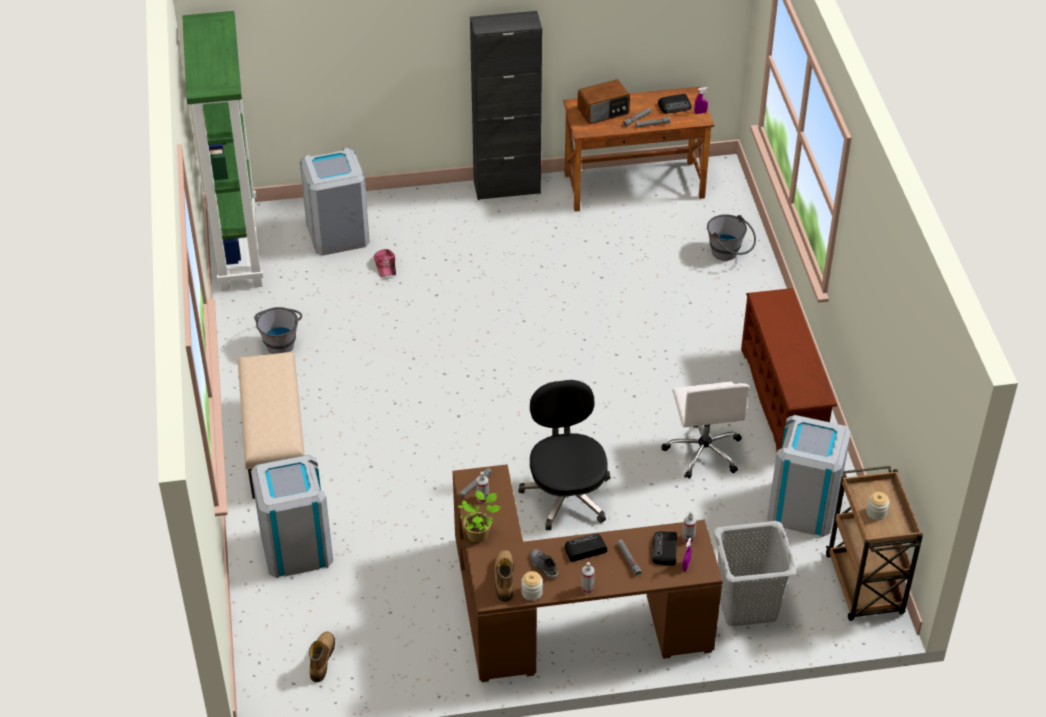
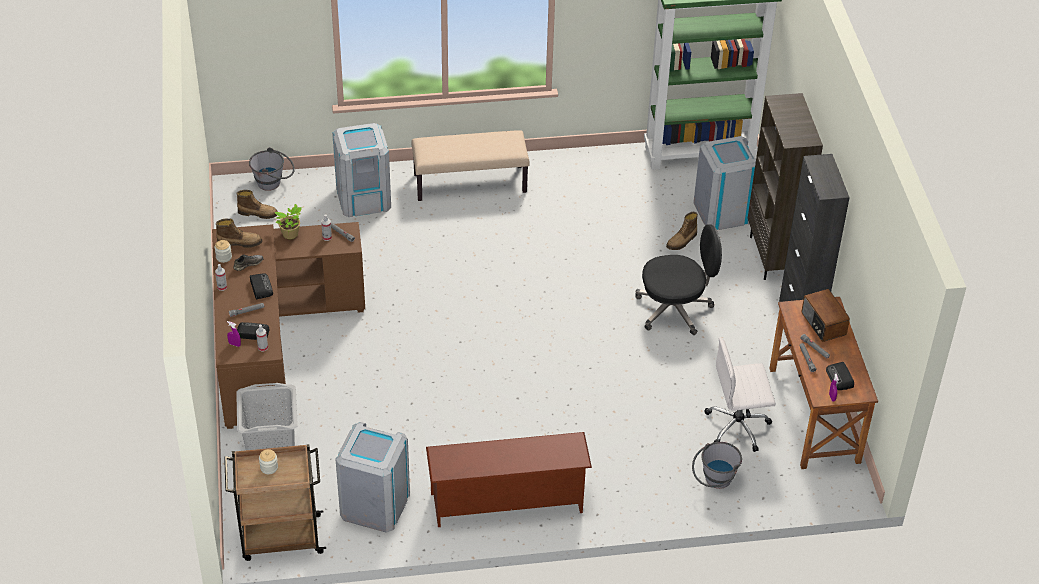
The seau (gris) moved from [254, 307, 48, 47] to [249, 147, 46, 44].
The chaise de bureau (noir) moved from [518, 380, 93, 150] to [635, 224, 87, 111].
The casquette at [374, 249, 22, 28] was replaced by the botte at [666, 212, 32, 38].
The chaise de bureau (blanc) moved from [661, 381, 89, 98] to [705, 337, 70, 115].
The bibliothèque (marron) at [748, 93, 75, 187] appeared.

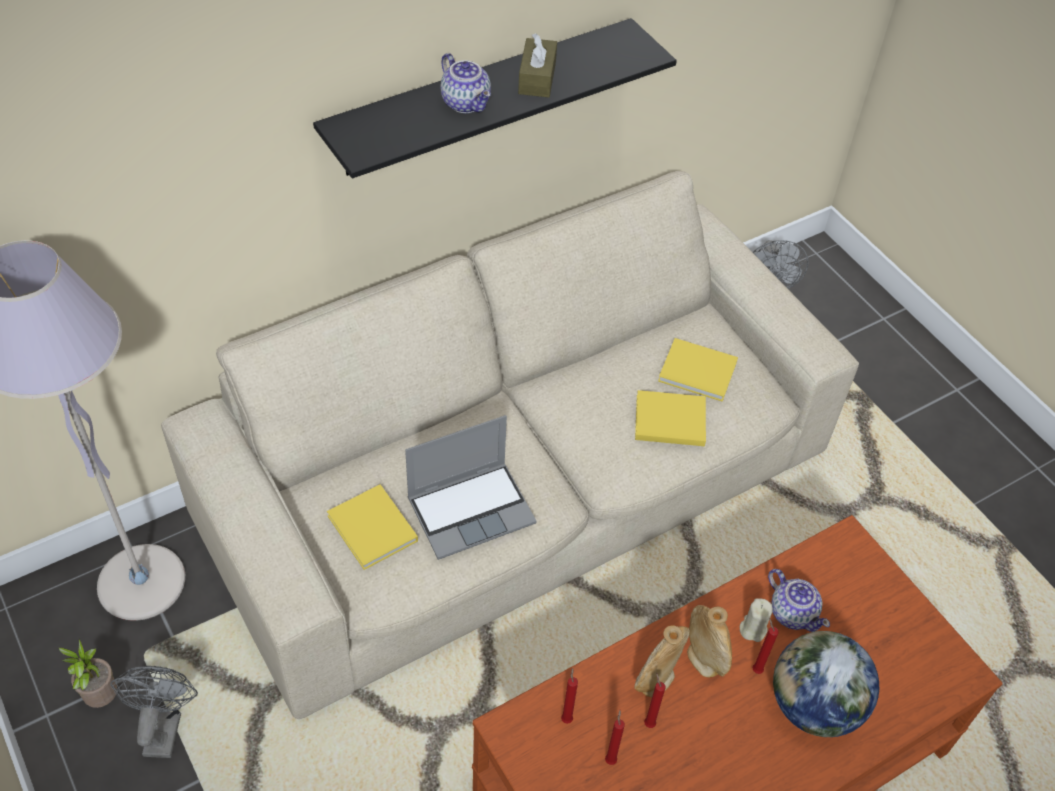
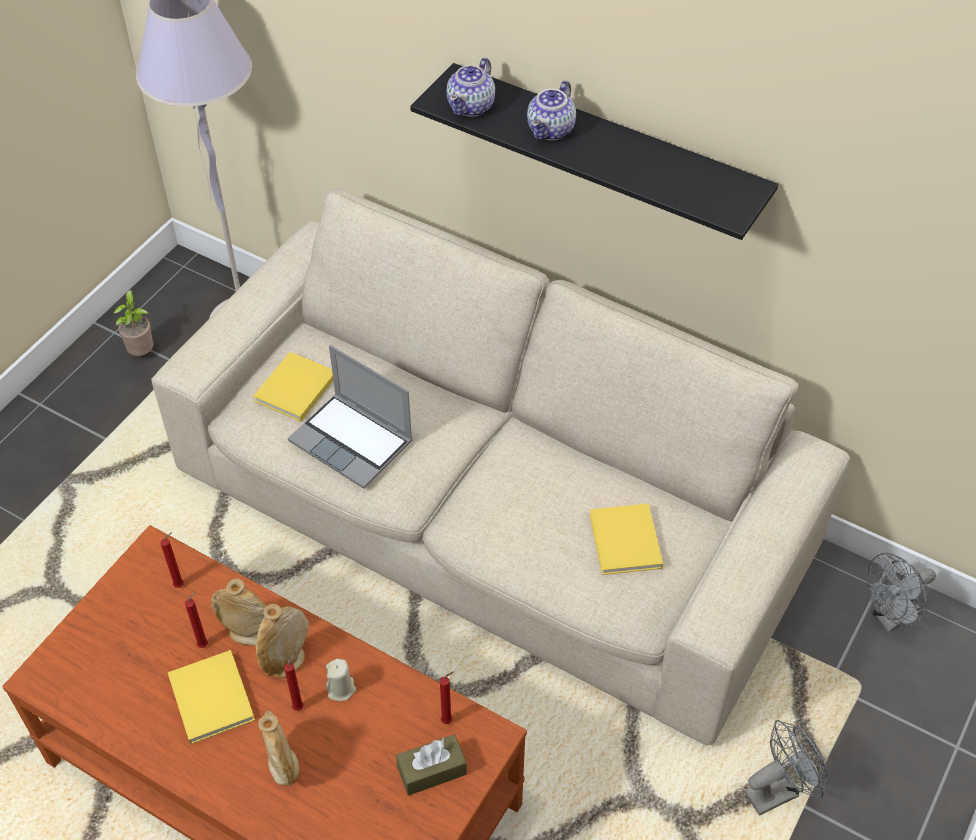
The livre (jaune) moved from [635, 390, 71, 56] to [168, 650, 87, 94].
The globe at [773, 631, 106, 106] was replaced by the vase (beige) at [258, 710, 42, 76].
The boîte à mouchoirs (marron) moved from [518, 33, 39, 64] to [396, 734, 71, 62].
The bougie (rouge) moved from [605, 710, 20, 55] to [440, 672, 13, 52].
The théière moved from [768, 569, 62, 63] to [446, 58, 49, 59].
The ventilateur (gris) moved from [110, 666, 88, 92] to [744, 720, 83, 96].

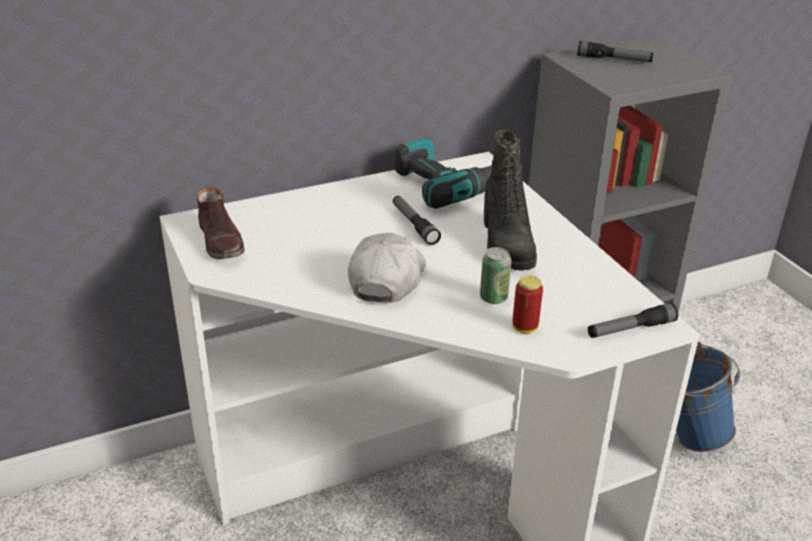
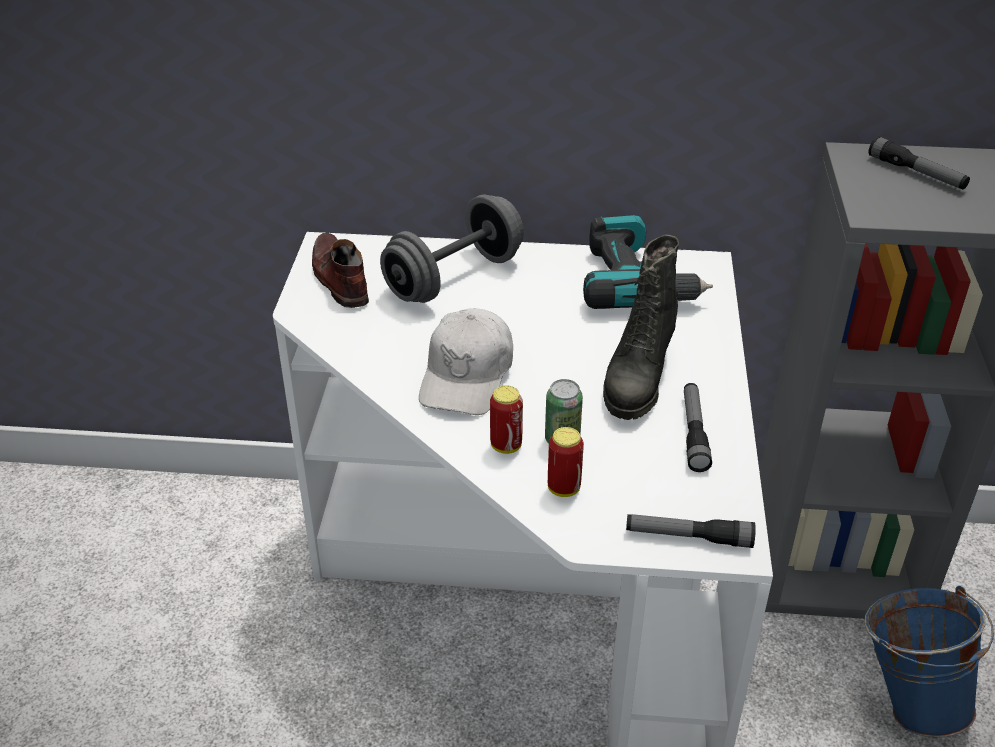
The chaussure (marron) at [197, 187, 48, 72] turned 150 degrees clockwise.
The haltère (gris) at [380, 194, 144, 109] appeared.
The casquette (blanc) at [348, 233, 78, 69] turned 150 degrees clockwise.
The boîte métallique at [490, 385, 33, 69] appeared.
The lampe de poche moved from [393, 196, 48, 49] to [684, 383, 28, 89].

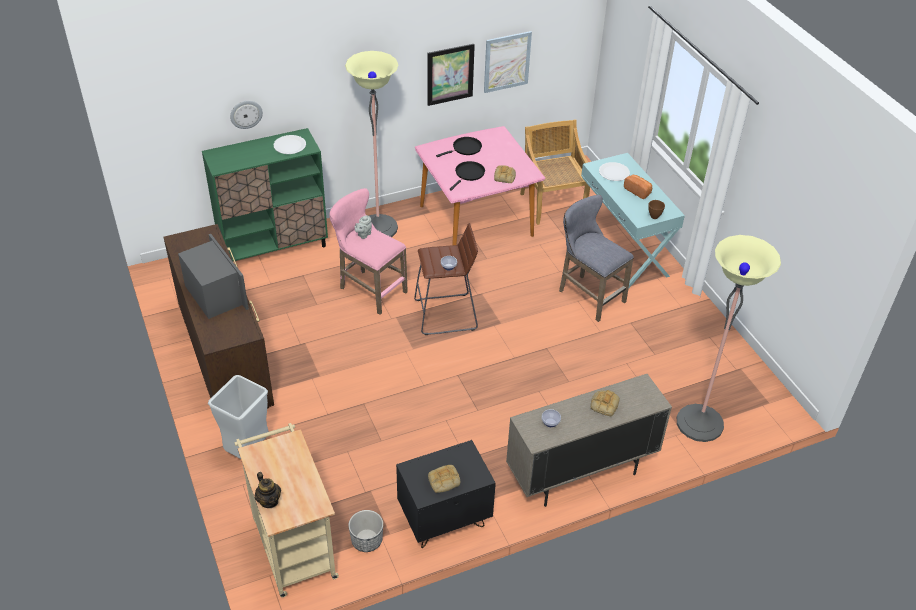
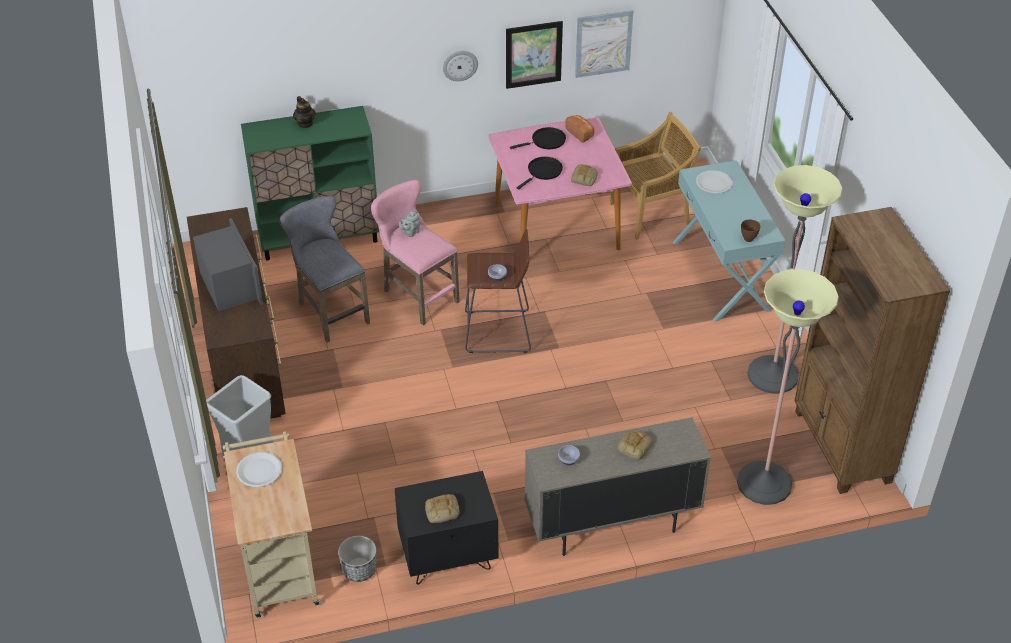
The assiette (blanc) moved from [274, 135, 32, 19] to [236, 452, 46, 35].
The tabouret (gris) moved from [559, 195, 75, 127] to [279, 196, 91, 147].
The théière moved from [255, 472, 26, 36] to [293, 96, 23, 32].
The horloge murale moved from [230, 101, 33, 28] to [443, 51, 35, 30].
The pain moved from [624, 175, 28, 24] to [565, 115, 29, 27].
The chaise (beige) at [520, 119, 70, 106] turned 75 degrees clockwise.
The lampadaire moved from [345, 51, 53, 186] to [747, 165, 96, 229].
The bibliothèque (marron) at [794, 207, 156, 287] appeared.

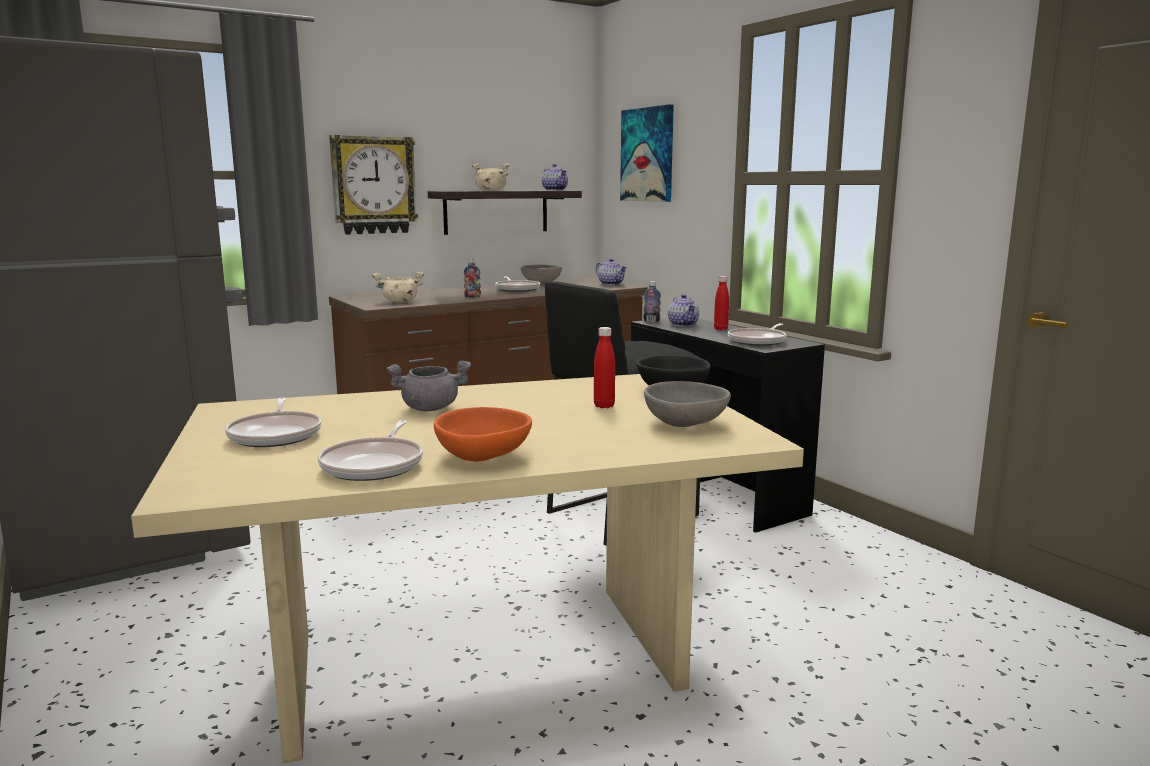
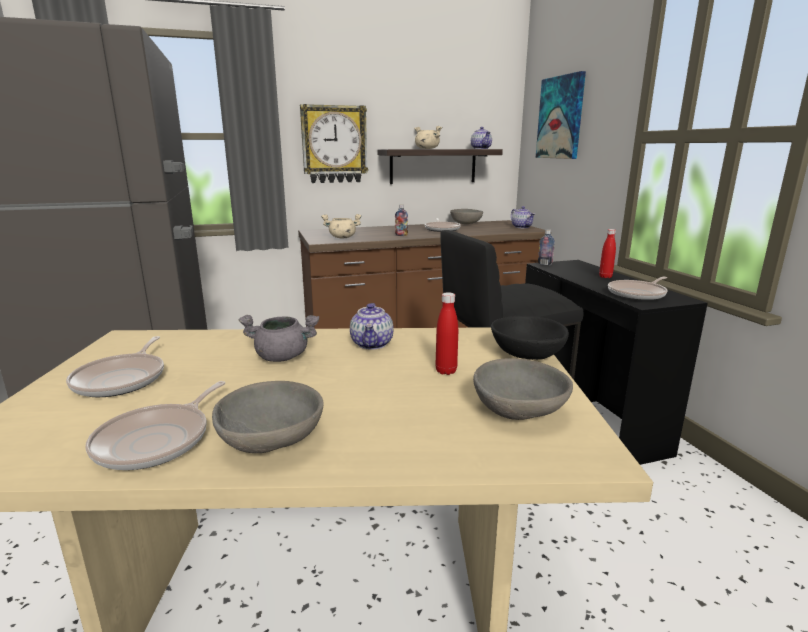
The bol (orange) at [434, 407, 98, 54] became the bol (gris) at [212, 381, 111, 72].
The théière moved from [668, 294, 31, 32] to [350, 303, 43, 46].

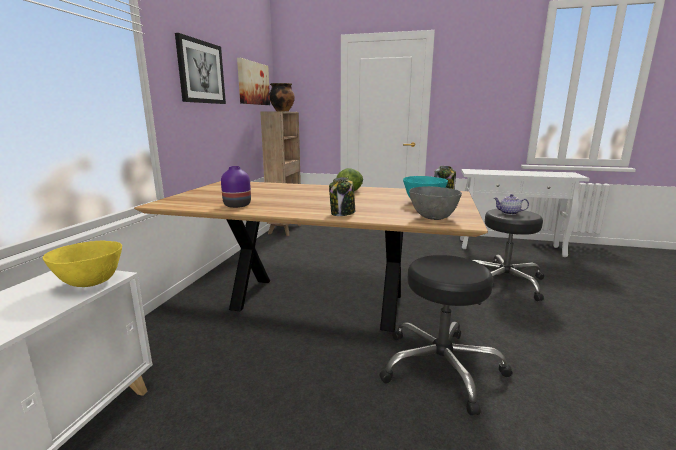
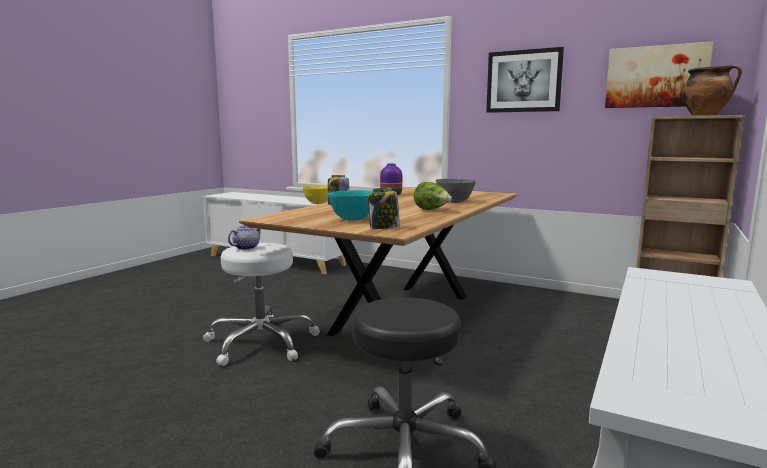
The tabouret (noir) at [379, 255, 134, 160] became the tabouret (blanc) at [203, 243, 117, 123].
The théière moved from [494, 194, 35, 21] to [228, 225, 33, 25].
The bol (gris) moved from [409, 186, 53, 34] to [436, 179, 40, 24].

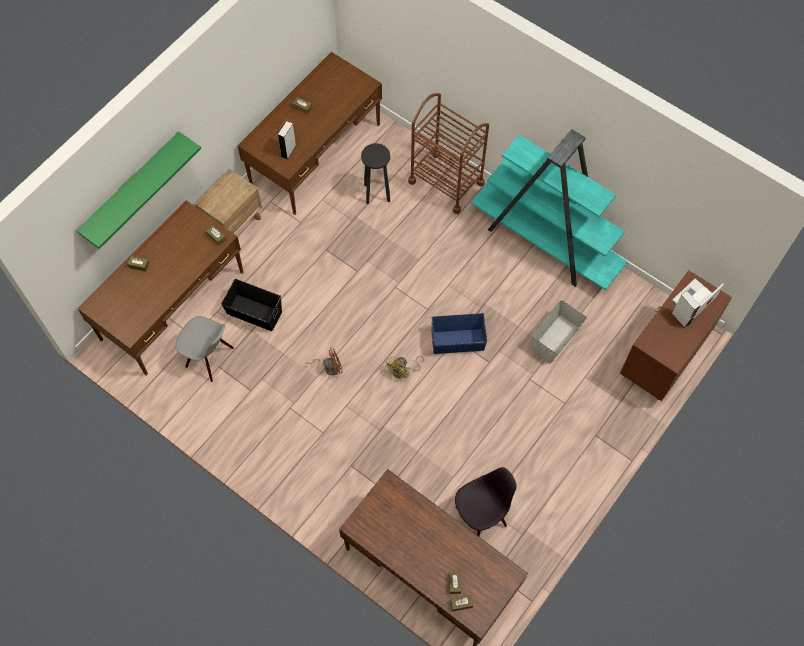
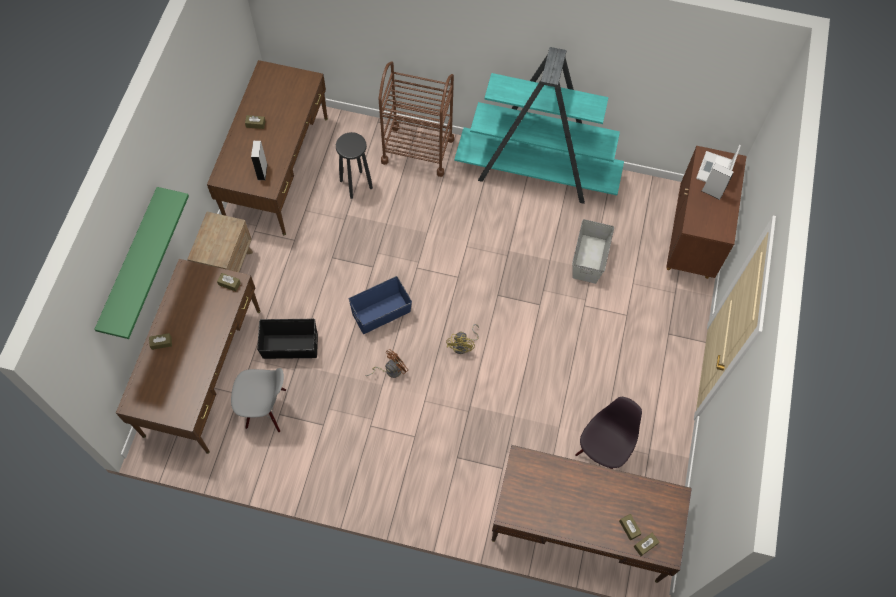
The boîte de rangement (bleu) moved from [432, 313, 55, 41] to [348, 276, 64, 58].

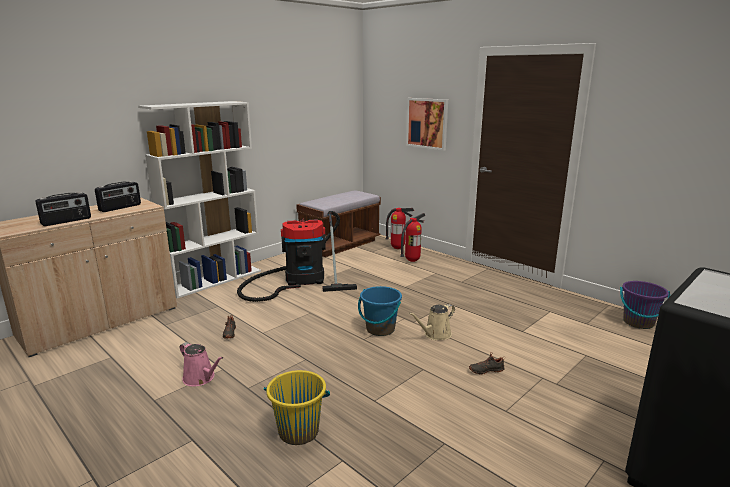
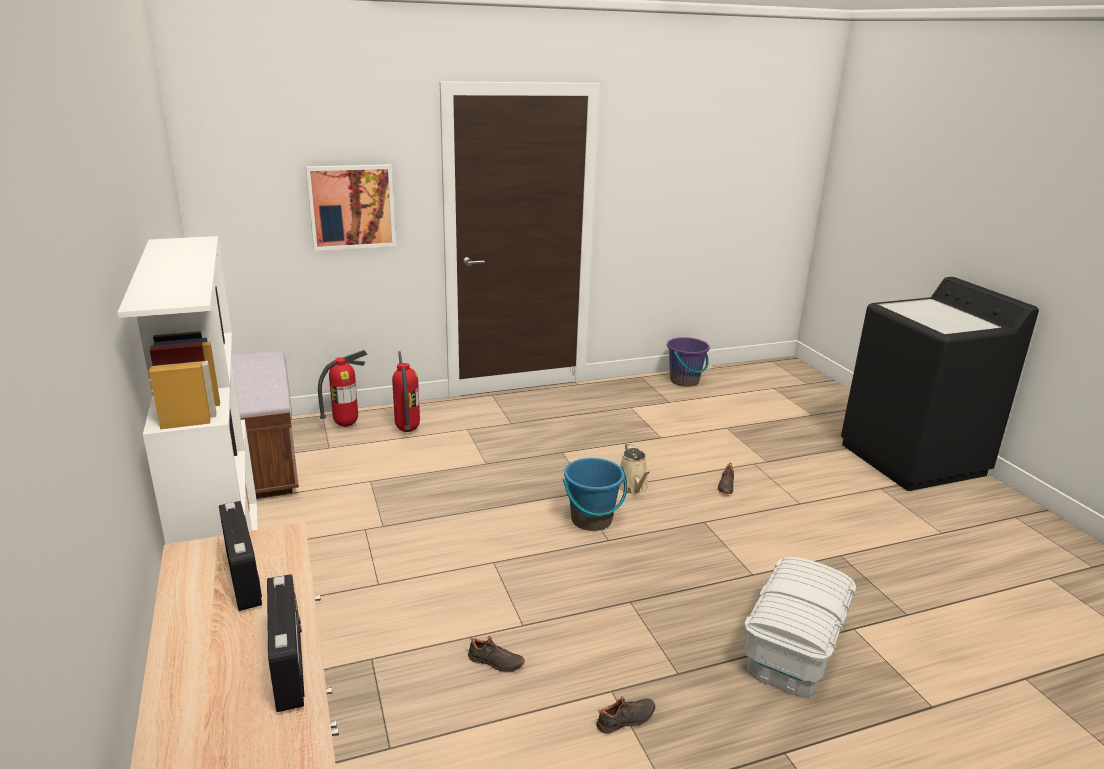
The arrosoir (rose) at [180, 342, 43, 45] was replaced by the chaussure (noir) at [596, 696, 60, 38].
The seau (jaune) at [264, 370, 66, 75] was replaced by the boîte de rangement (blanc) at [744, 557, 112, 141].
The aspirateur at [237, 211, 120, 91] disappeared.

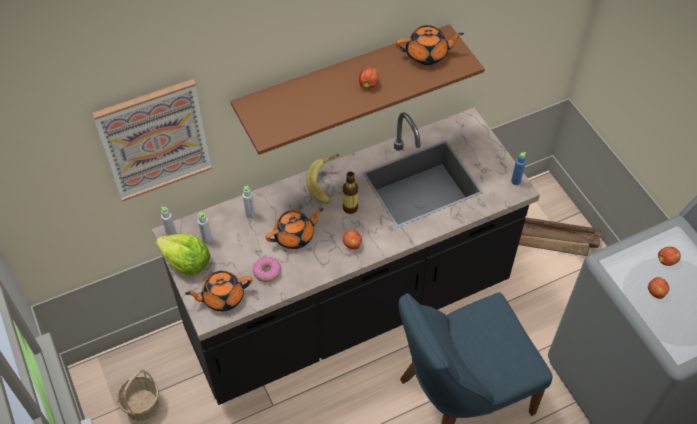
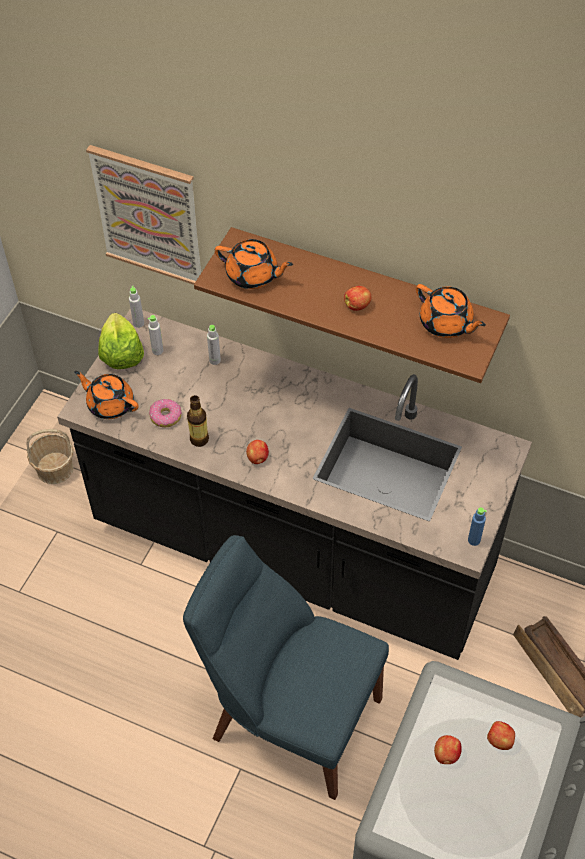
The bouteille moved from [343, 171, 15, 43] to [187, 395, 22, 52].
The théière (orange) moved from [266, 208, 58, 41] to [215, 239, 78, 50].
The banane at [306, 154, 34, 49] disappeared.

